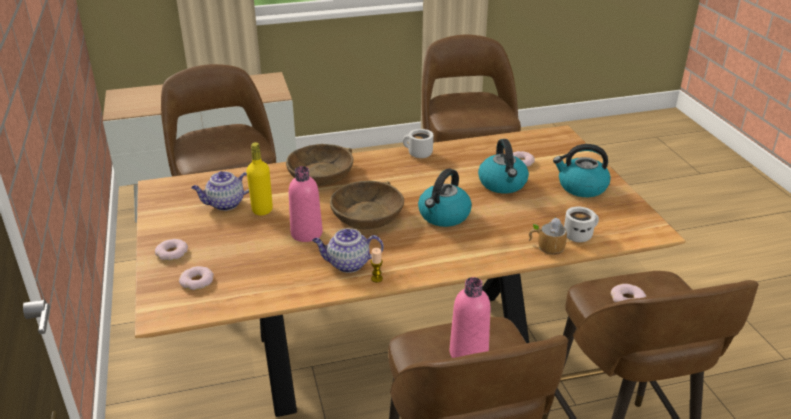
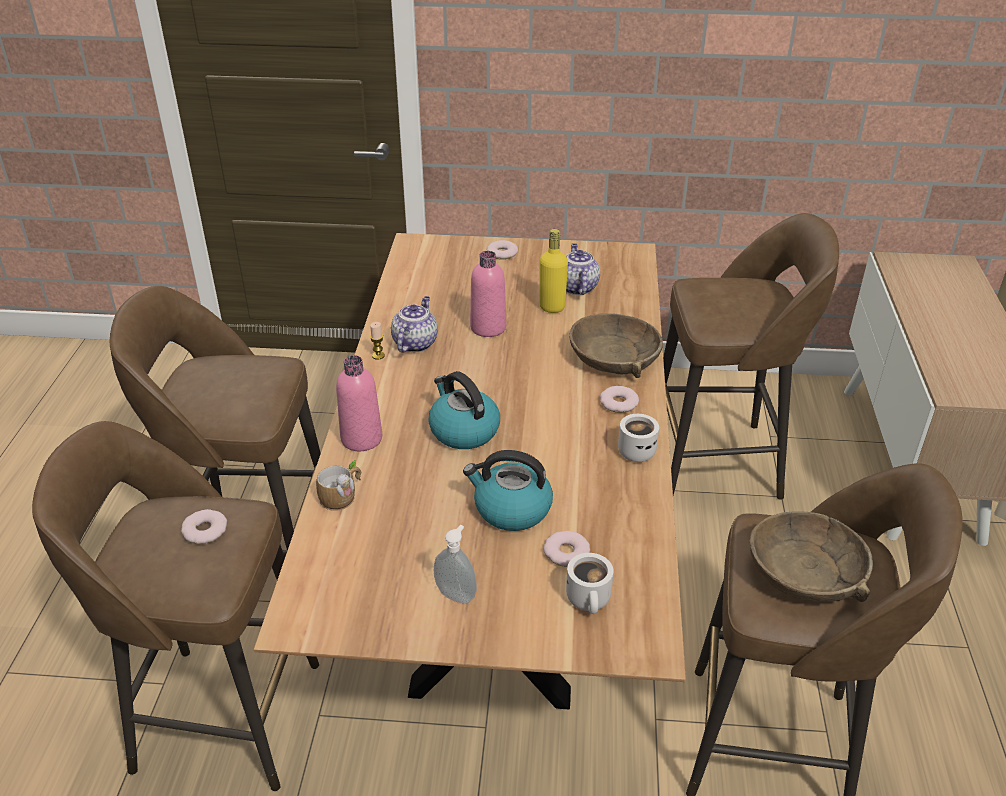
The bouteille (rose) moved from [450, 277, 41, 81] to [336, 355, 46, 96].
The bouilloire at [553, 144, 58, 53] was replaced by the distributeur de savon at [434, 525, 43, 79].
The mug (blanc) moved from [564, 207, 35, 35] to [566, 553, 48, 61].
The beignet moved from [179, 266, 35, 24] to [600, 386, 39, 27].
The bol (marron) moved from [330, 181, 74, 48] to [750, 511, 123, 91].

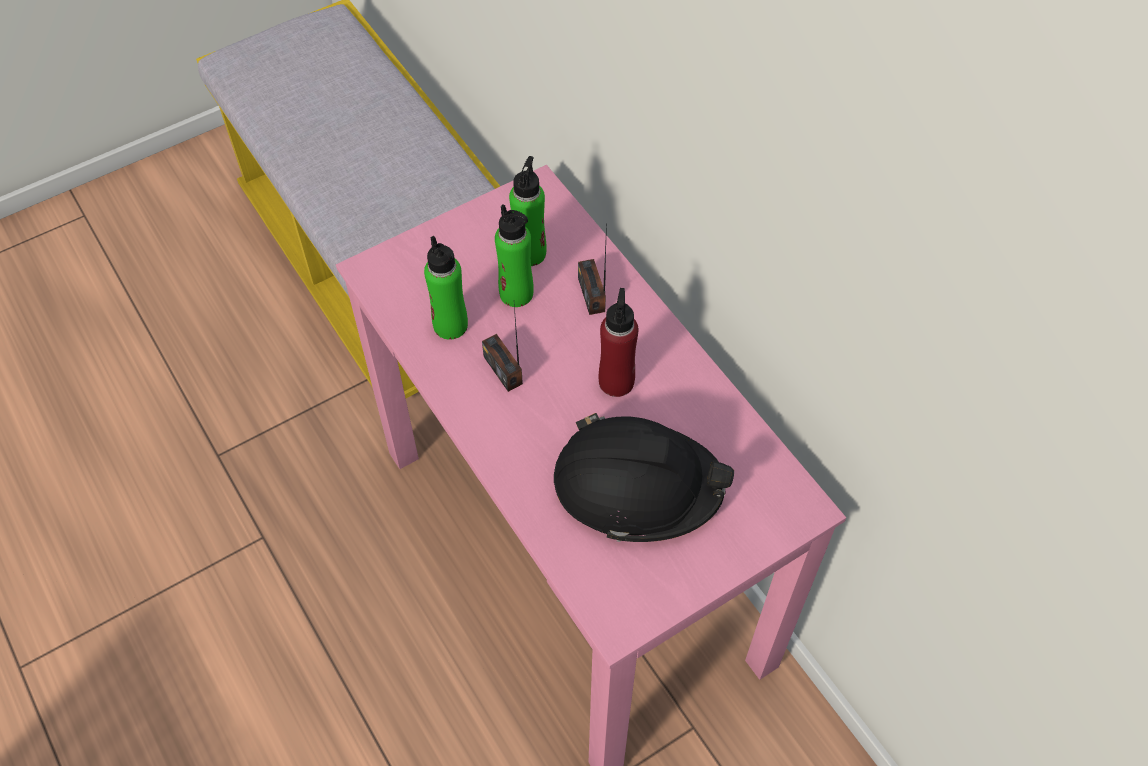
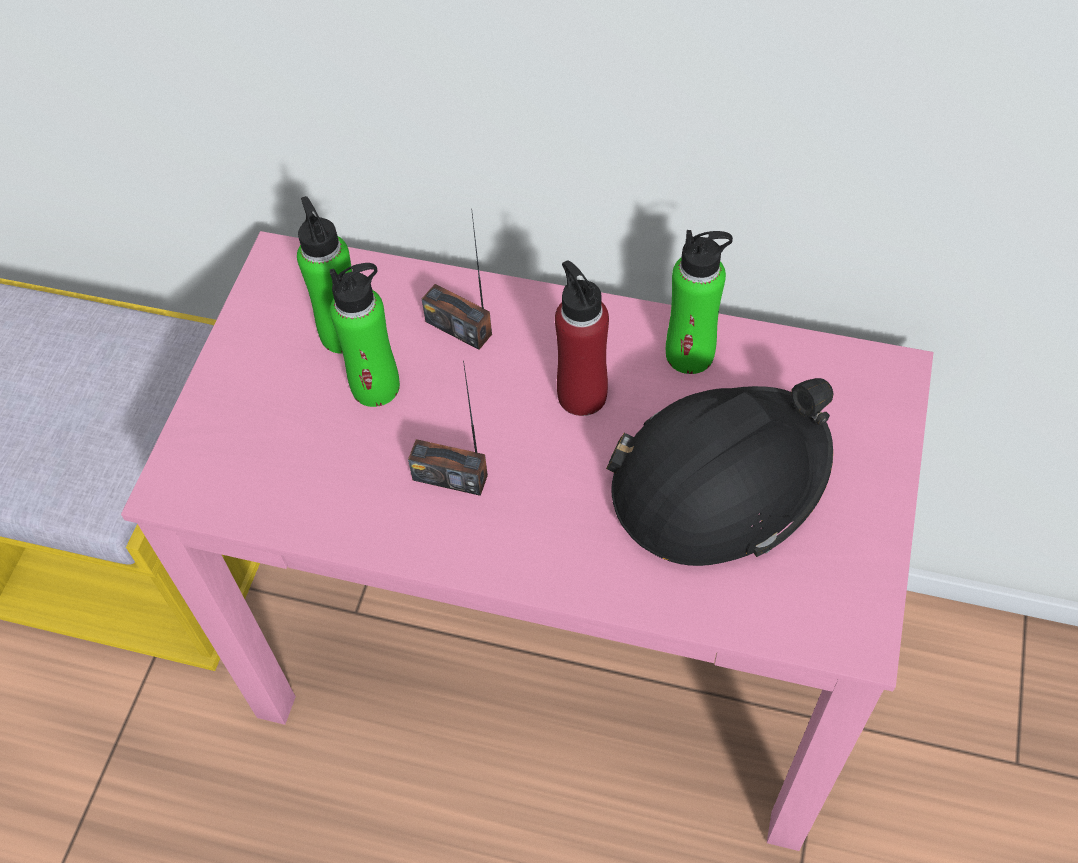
The bouteille (vert) moved from [424, 236, 44, 104] to [666, 230, 67, 144].

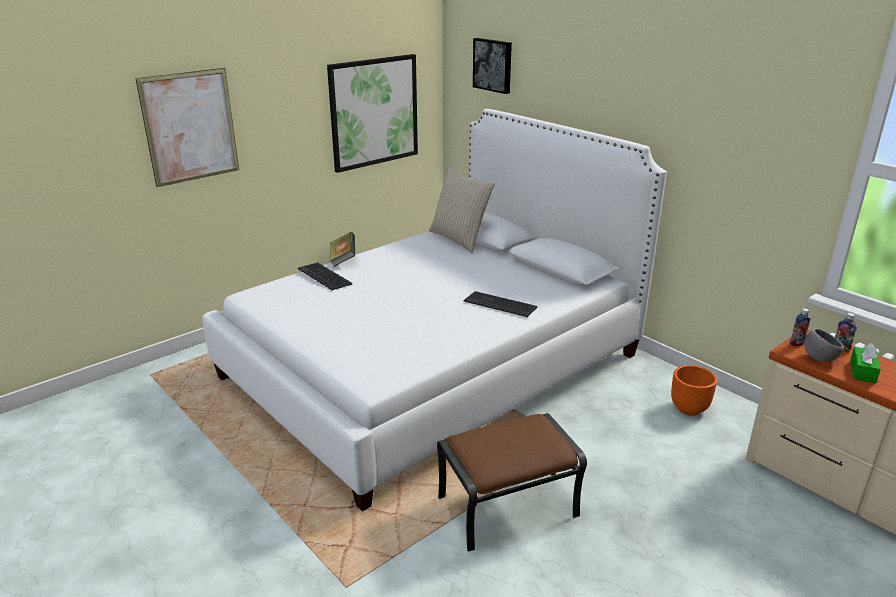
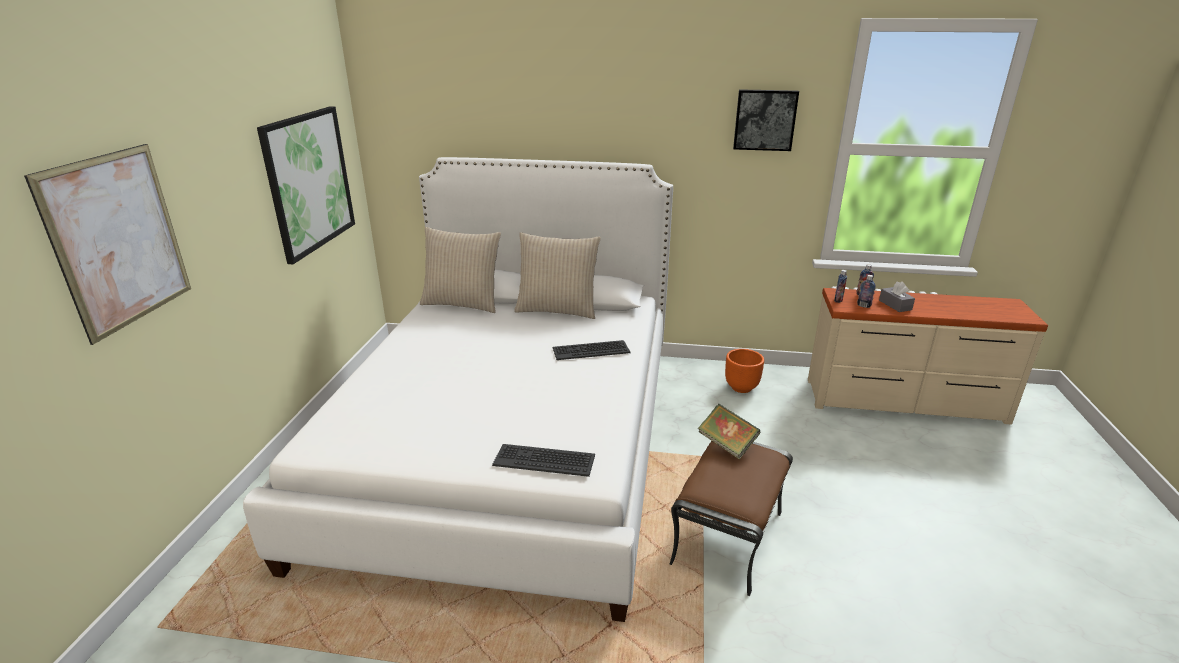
The clavier moved from [298, 262, 54, 28] to [492, 444, 103, 33].
The coussin (beige) at [514, 232, 87, 87] appeared.
The livre moved from [329, 232, 26, 35] to [698, 404, 62, 56].
The tableau moved from [473, 38, 39, 56] to [733, 89, 66, 62].
The bol (gris) at [804, 328, 40, 34] was replaced by the bouteille at [857, 275, 19, 33].
The boîte à mouchoirs (vert) at [850, 343, 31, 40] became the boîte à mouchoirs (gris) at [879, 281, 36, 31].

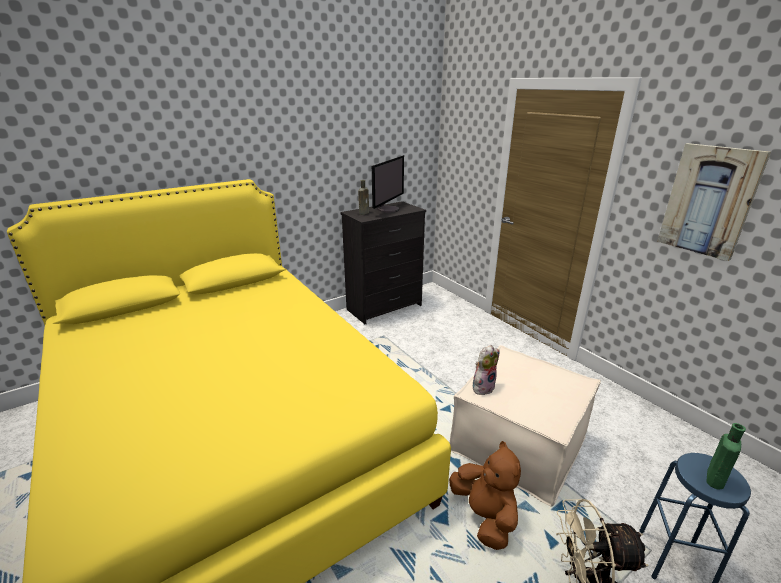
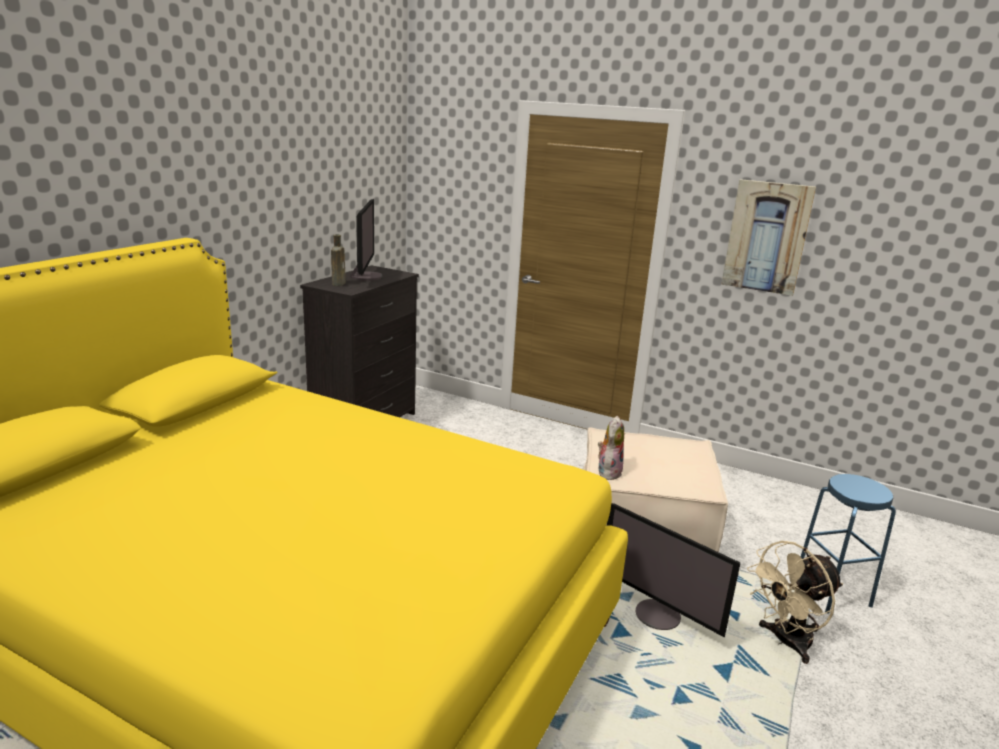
The peluche (marron) at [449, 441, 72, 109] was replaced by the écran d'ordinateur at [607, 503, 133, 135].
The bouteille (vert) at [706, 423, 40, 67] disappeared.

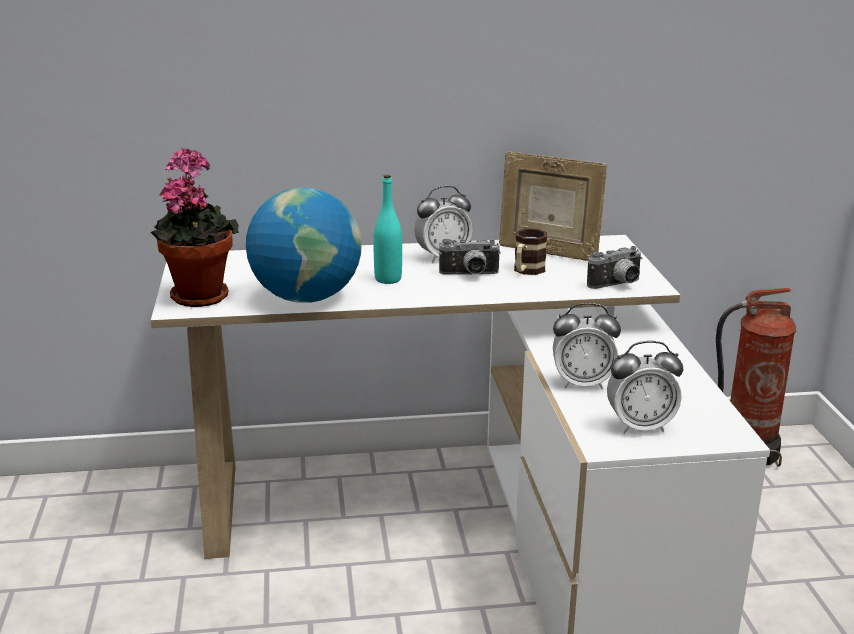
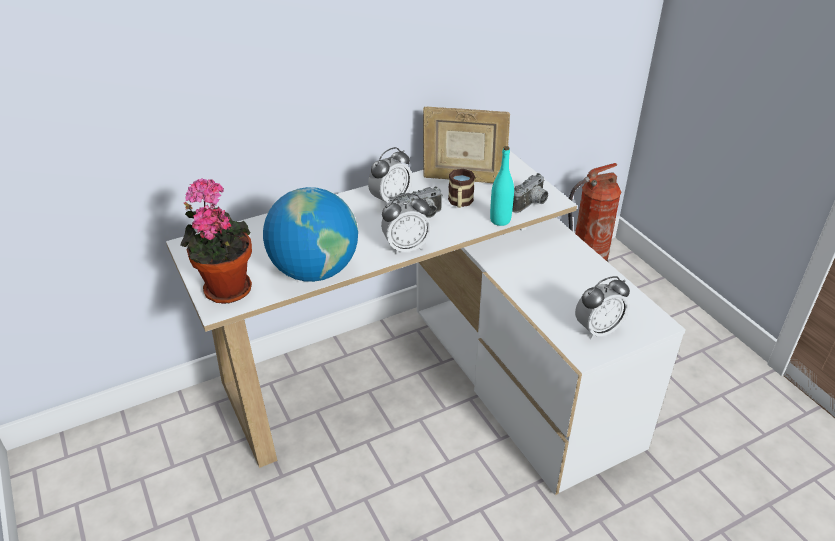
The réveil moved from [553, 303, 68, 86] to [381, 193, 50, 62].
The bouteille (turquoise) moved from [373, 175, 29, 109] to [490, 146, 24, 80].

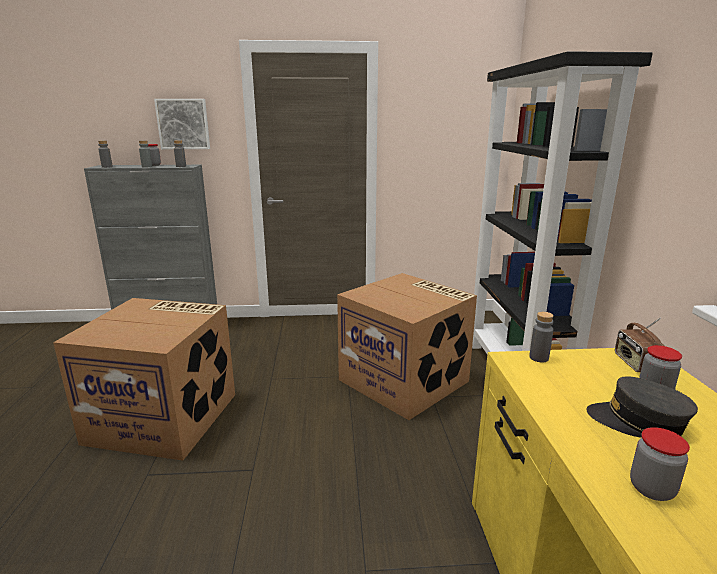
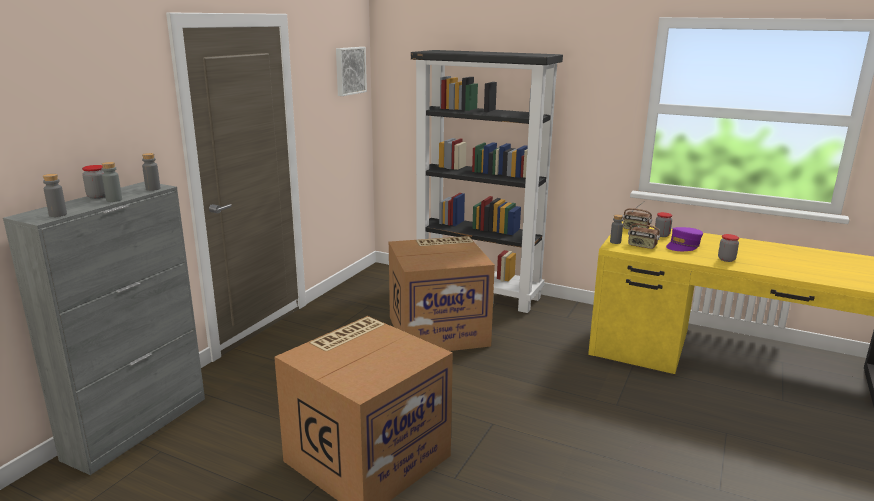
The tableau moved from [154, 99, 56, 50] to [336, 47, 31, 49].
The radio at [628, 216, 32, 33] appeared.
The casquette (gris) at [586, 376, 112, 62] became the casquette (violet) at [666, 227, 37, 24].

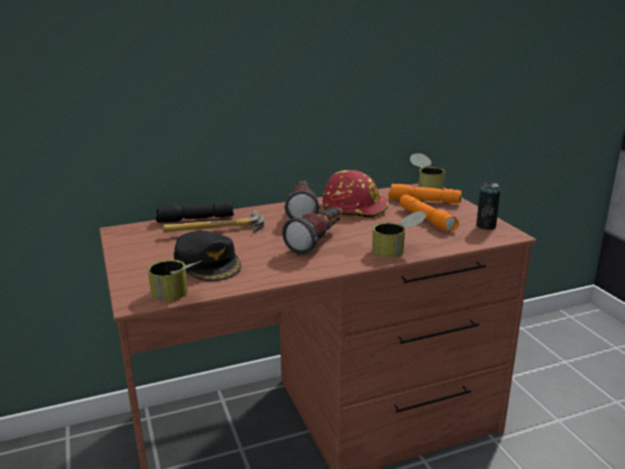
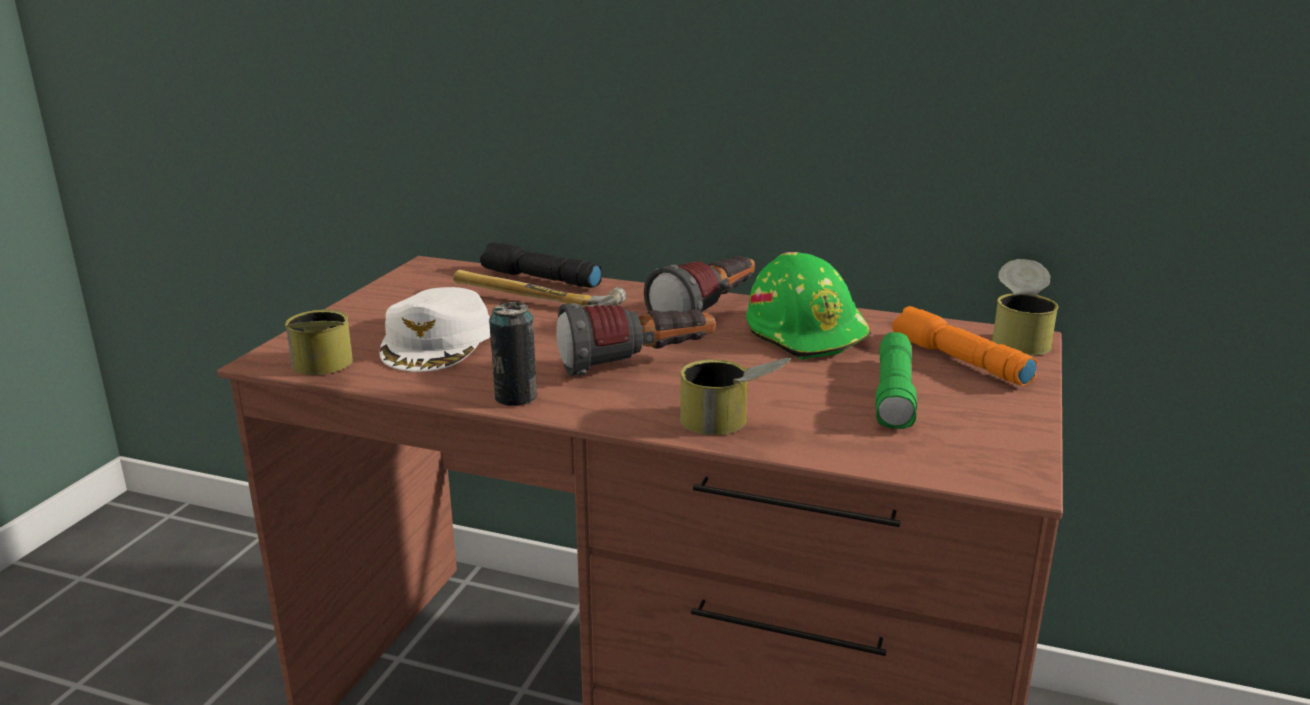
The casquette (noir) at [174, 231, 67, 50] became the casquette (blanc) at [379, 287, 111, 85].
The boîte métallique moved from [476, 182, 24, 48] to [489, 302, 48, 104].
The casque de chantier (rouge) at [322, 170, 67, 48] became the casque de chantier (vert) at [746, 252, 125, 107].
The lampe de poche (orange) at [400, 195, 59, 37] became the lampe de poche (vert) at [875, 332, 42, 97].

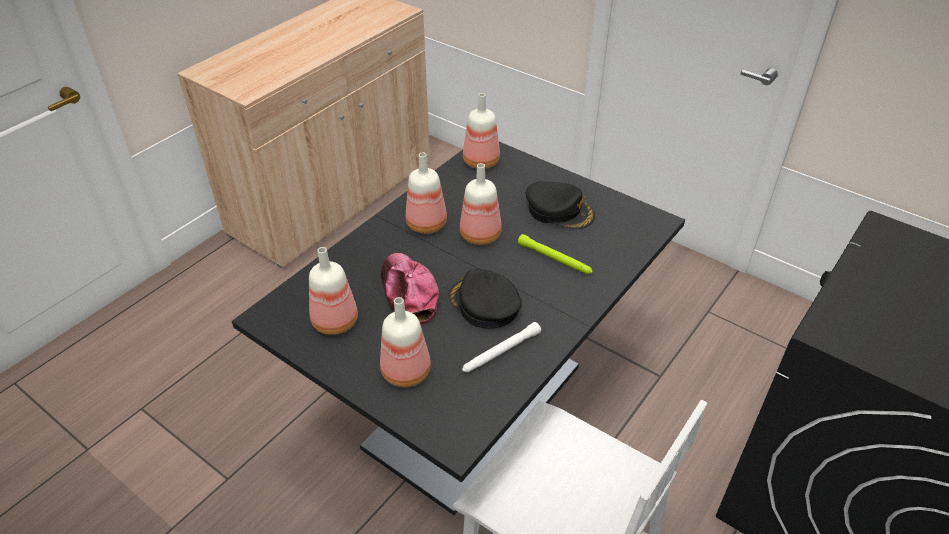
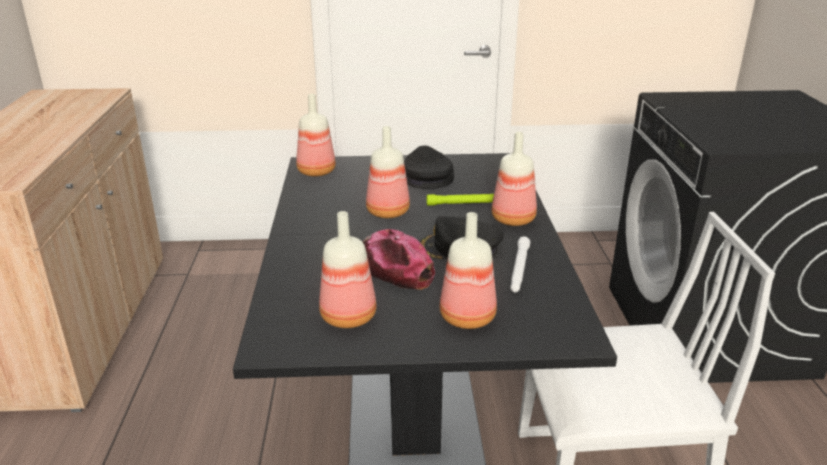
The casquette (noir) at [526, 181, 69, 48] turned 90 degrees counterclockwise.
The bouteille moved from [406, 152, 41, 82] to [491, 132, 46, 94].

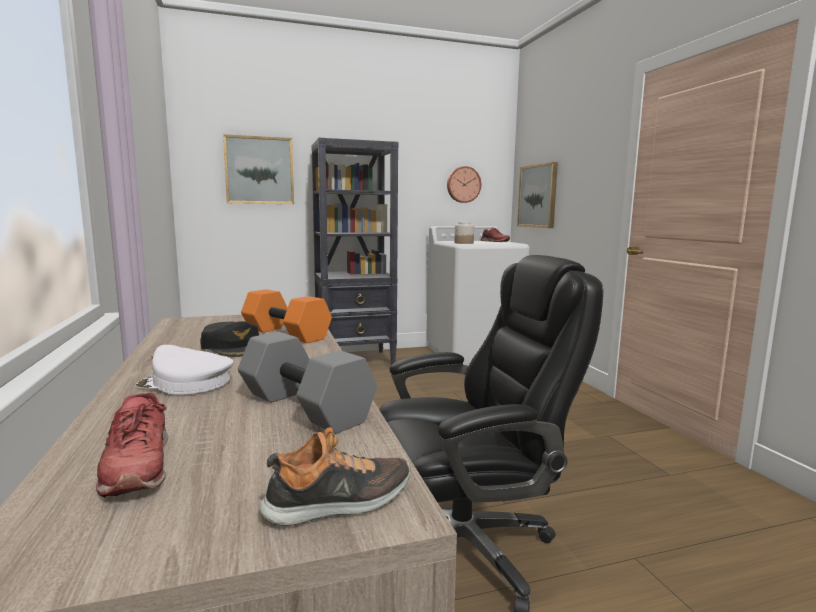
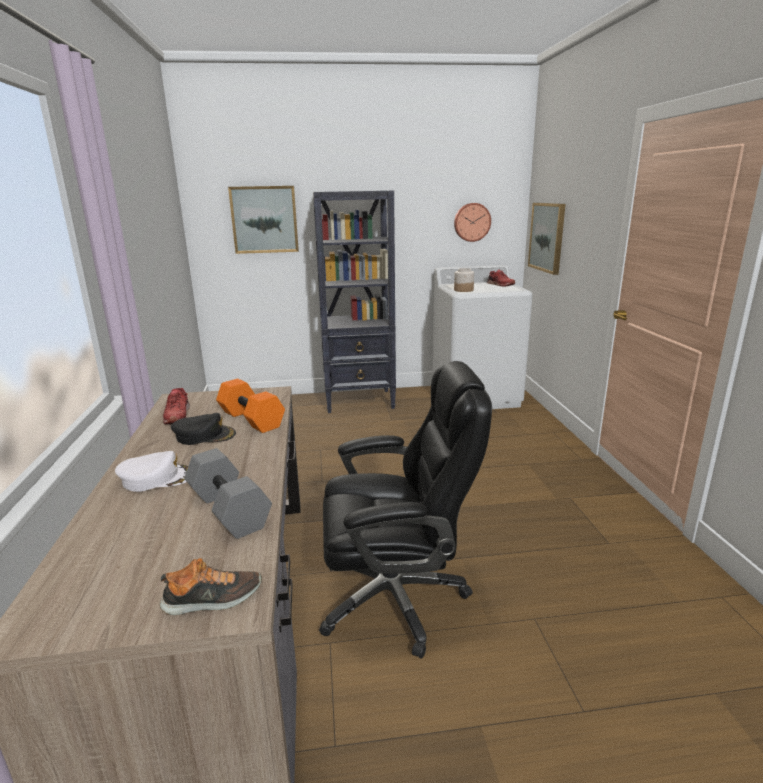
The casquette (blanc) at [135, 345, 99, 50] turned 150 degrees clockwise.
The chaussure (rouge) moved from [96, 393, 72, 105] to [163, 388, 27, 37].
The casquette (noir) at [200, 321, 59, 36] turned 60 degrees counterclockwise.

